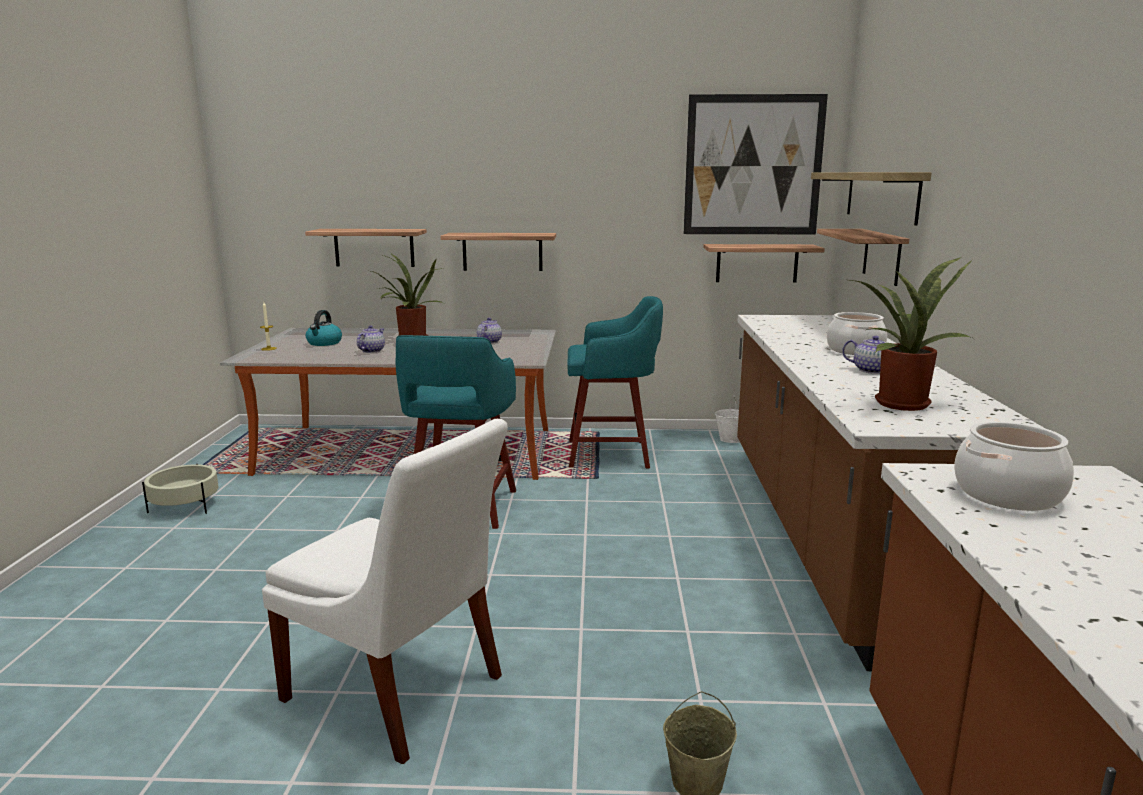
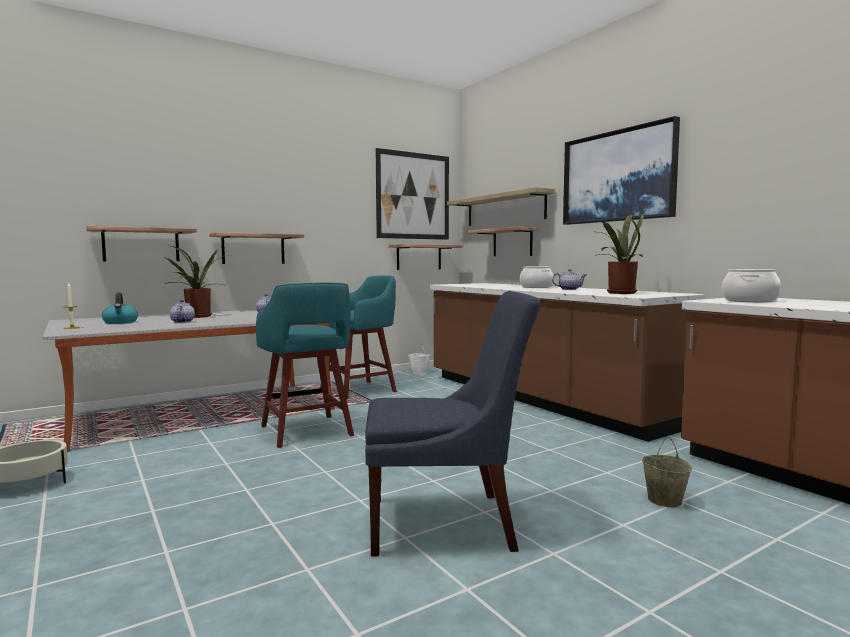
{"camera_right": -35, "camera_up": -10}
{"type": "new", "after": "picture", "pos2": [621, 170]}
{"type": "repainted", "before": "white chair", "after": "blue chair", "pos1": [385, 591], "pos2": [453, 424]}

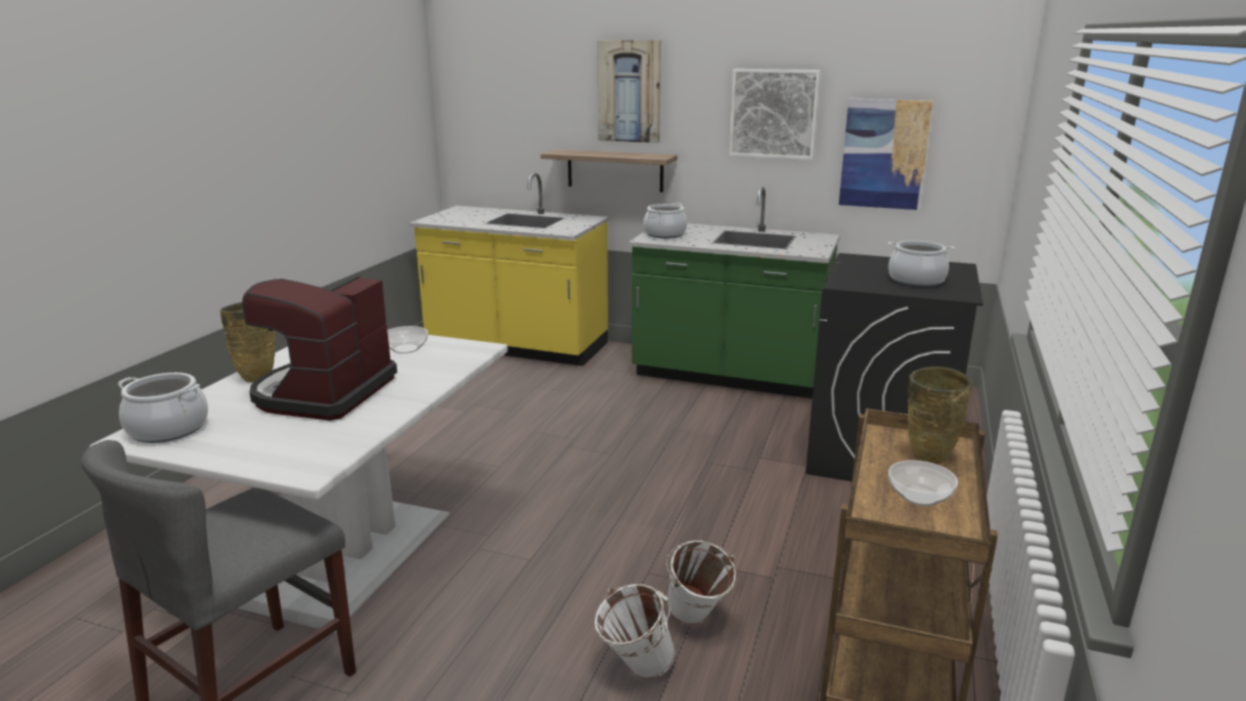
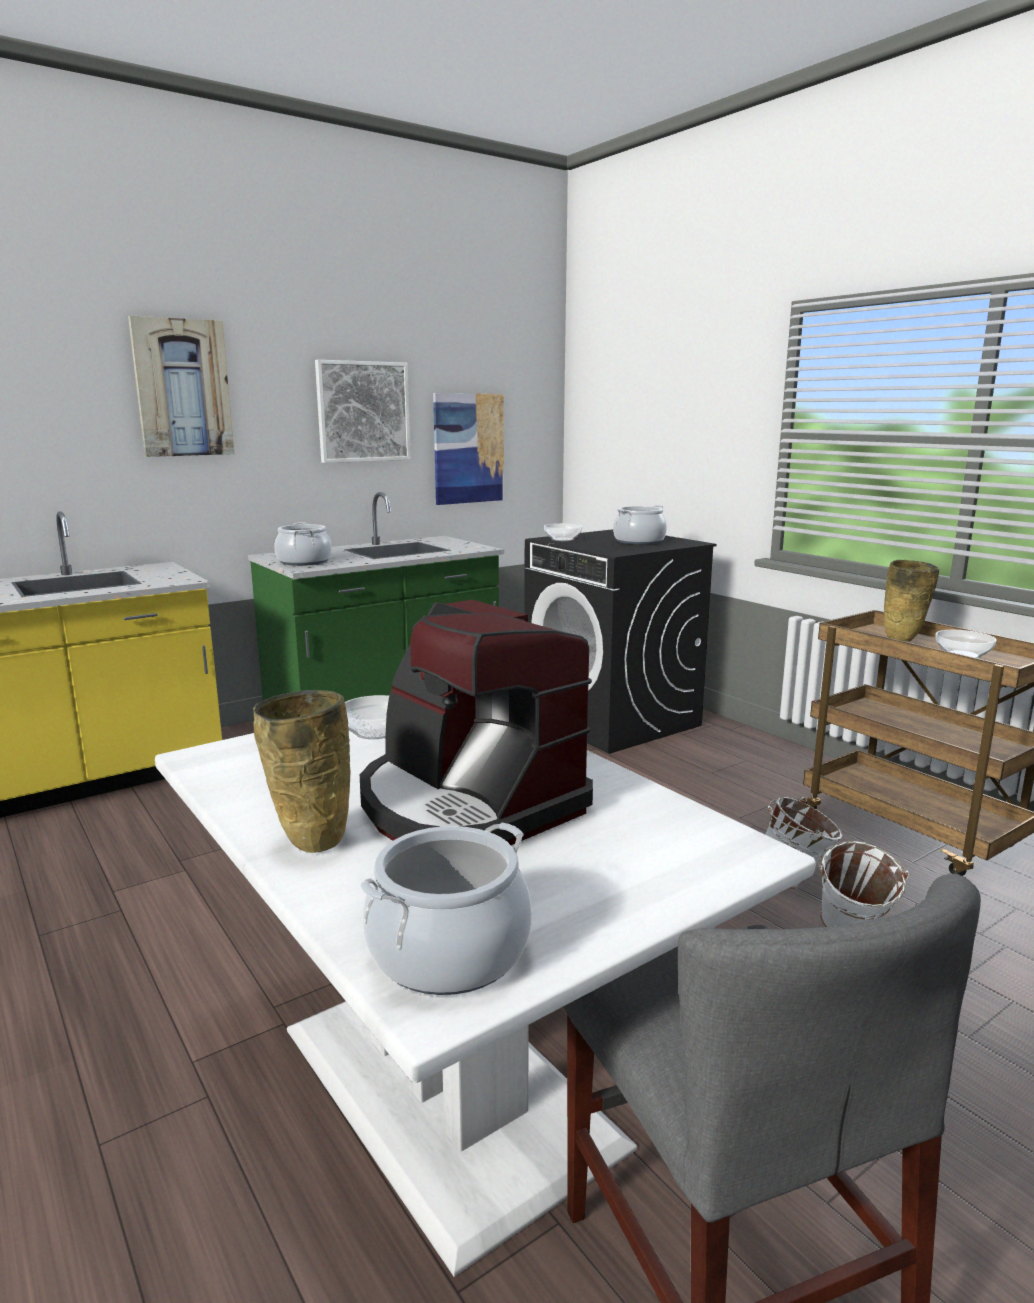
{"camera_right": -55, "camera_up": -5}
{"type": "gone", "before": "shelf", "pos1": [609, 170]}
{"type": "new", "after": "bowl", "pos2": [563, 532]}

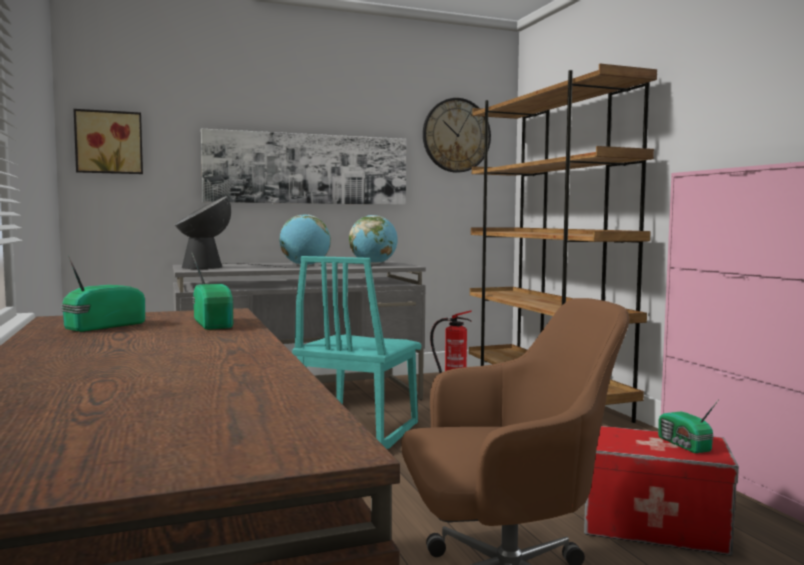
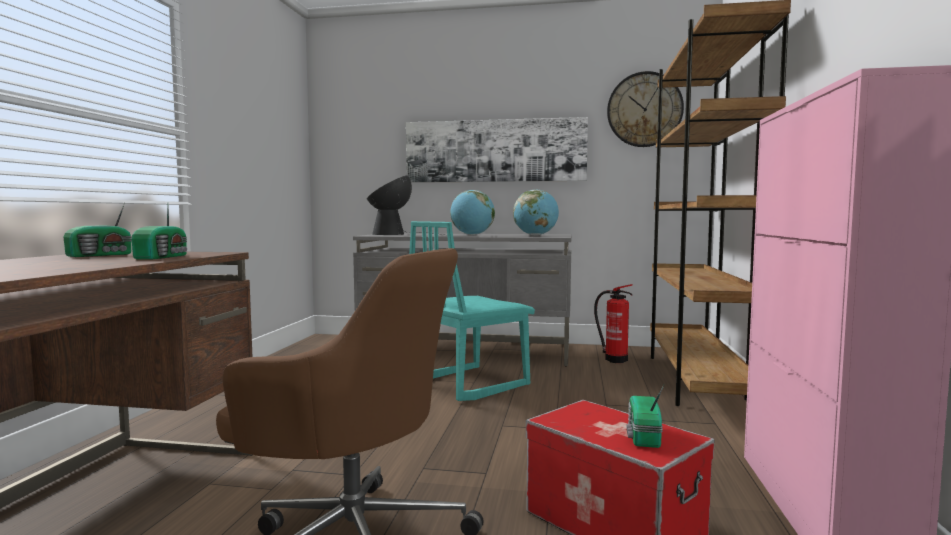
{"camera_right": 30, "camera_up": 0}
{"type": "gone", "before": "picture", "pos1": [108, 141]}
{"type": "rotated", "before": "radio", "pos1": [103, 294], "pos2": [98, 230], "turn": 150}

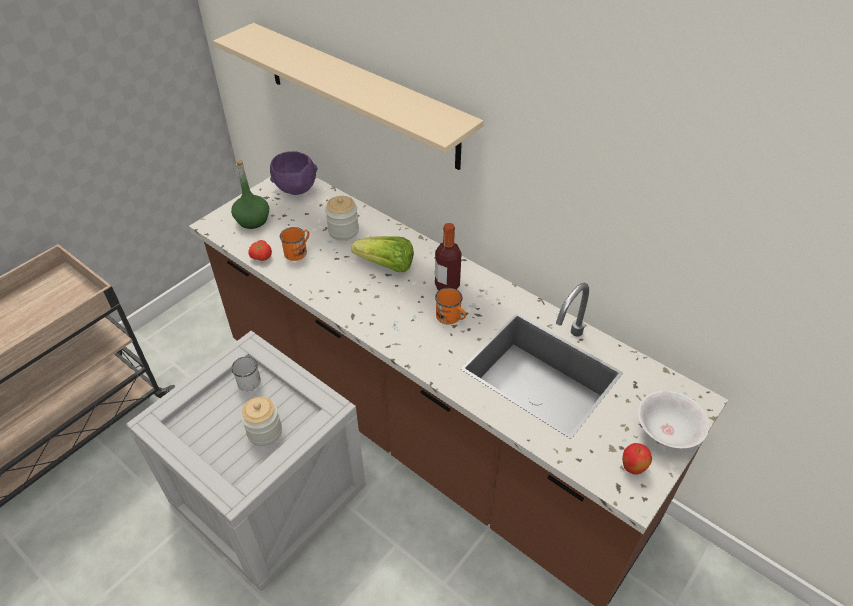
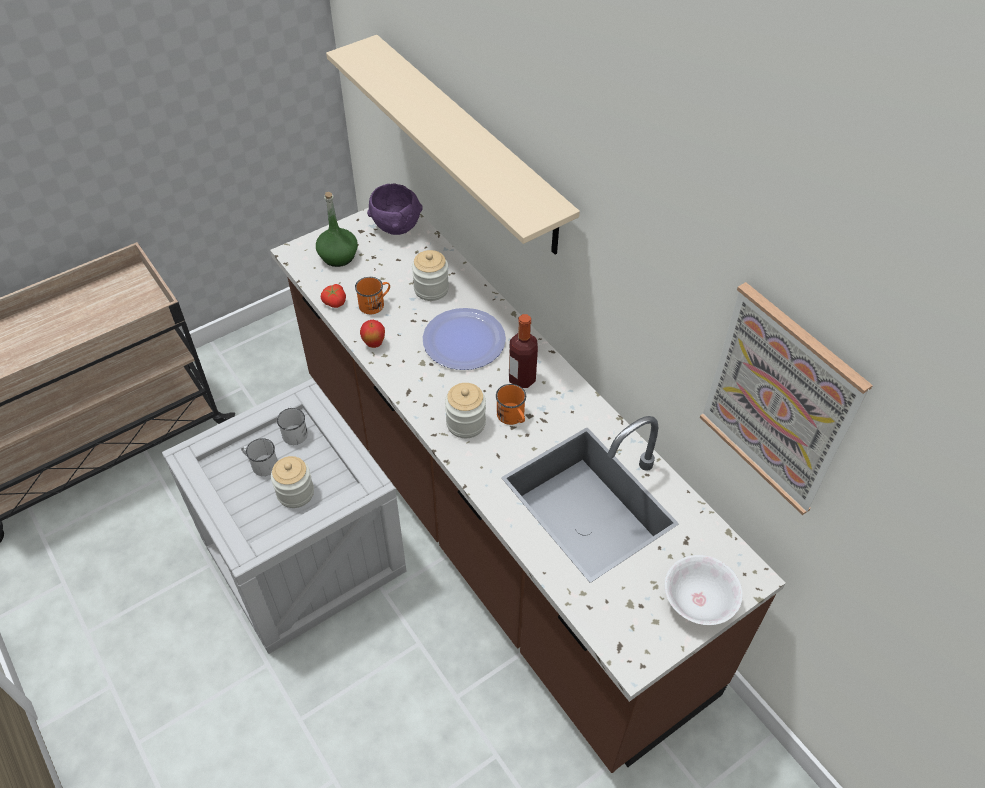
{"camera_right": 15, "camera_up": 5}
{"type": "new", "after": "white mug", "pos2": [259, 457]}
{"type": "new", "after": "jar", "pos2": [465, 410]}
{"type": "new", "after": "picture", "pos2": [786, 398]}
{"type": "shifted", "before": "apple", "pos1": [637, 458], "pos2": [372, 334]}
{"type": "swapped", "before": "lettuce", "after": "plate", "pos1": [382, 254], "pos2": [464, 339]}

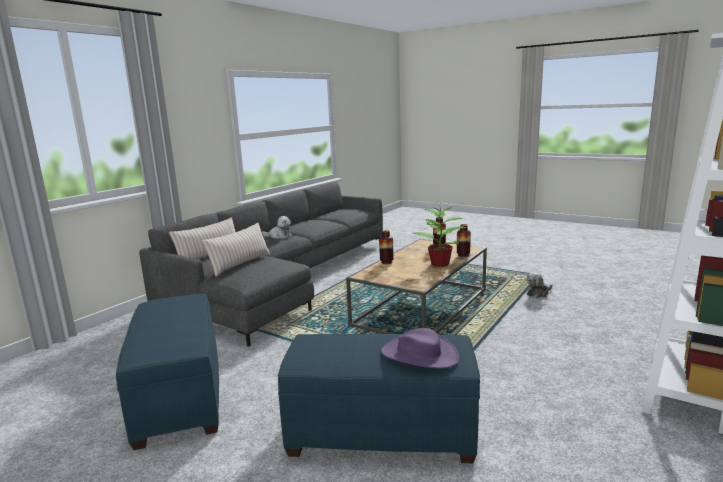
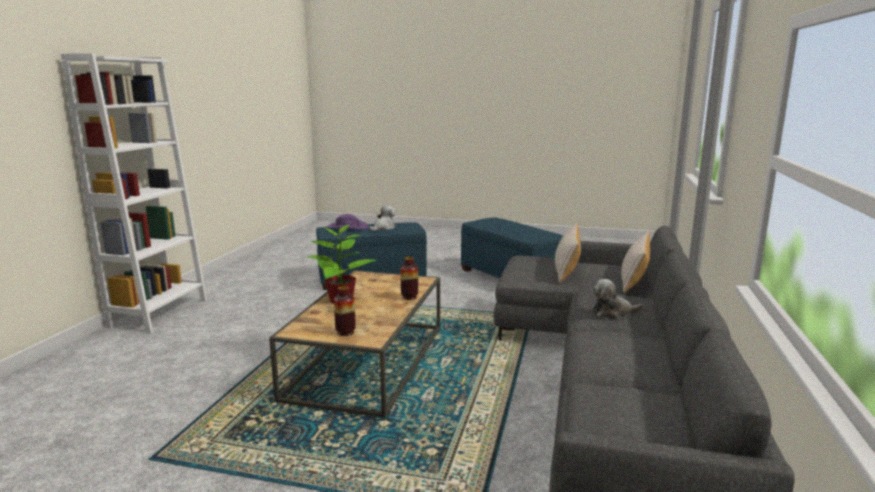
{"camera_right": 160, "camera_up": 0}
{"type": "gone", "before": "vase", "pos1": [464, 240]}
{"type": "shifted", "before": "plush toy", "pos1": [539, 285], "pos2": [382, 218]}

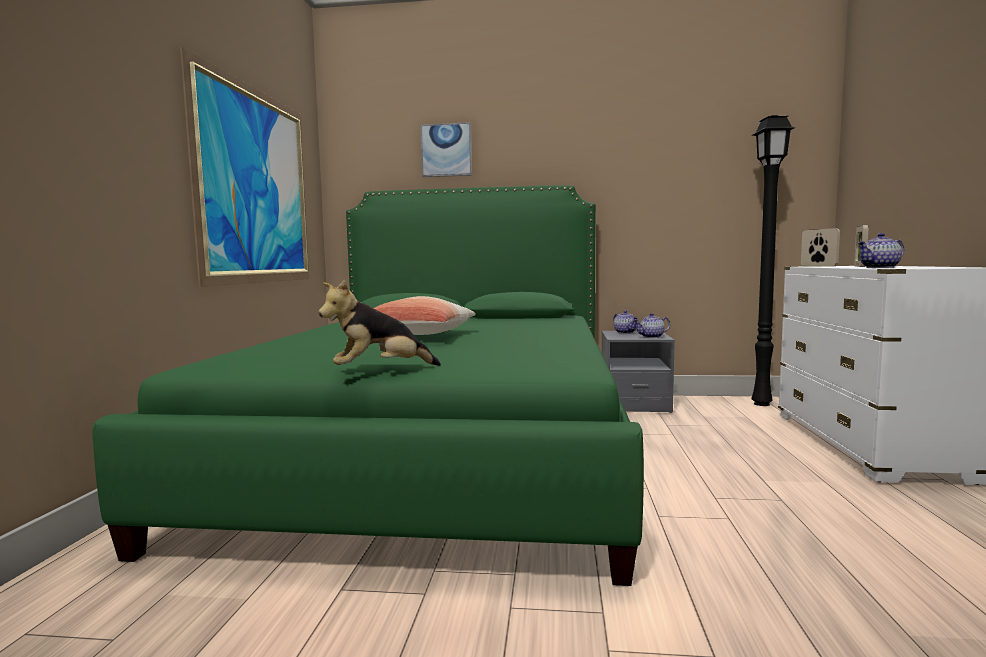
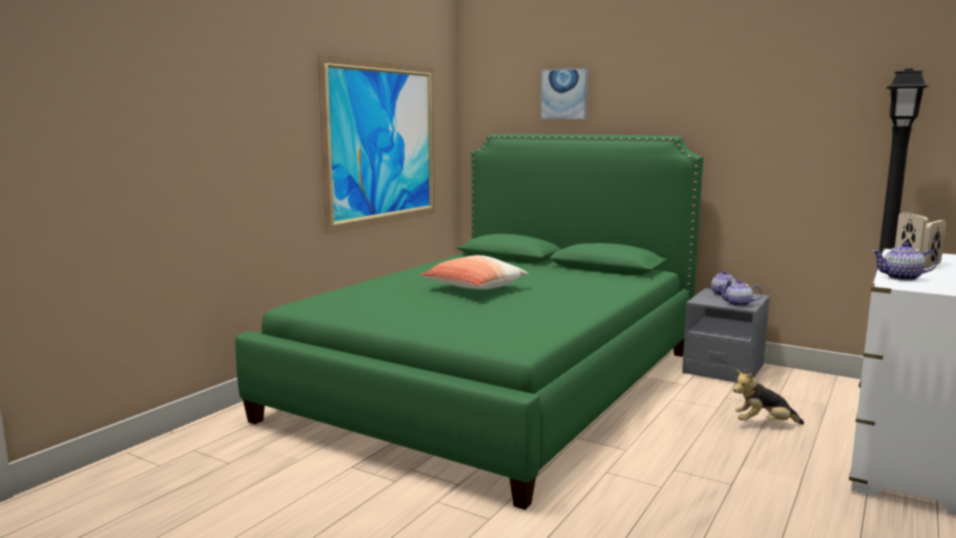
{"camera_right": 25, "camera_up": 5}
{"type": "shifted", "before": "plush toy", "pos1": [379, 323], "pos2": [768, 397]}

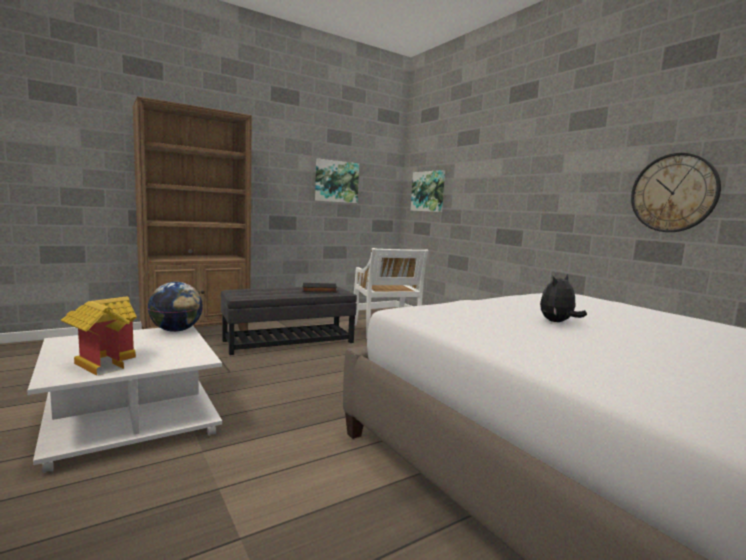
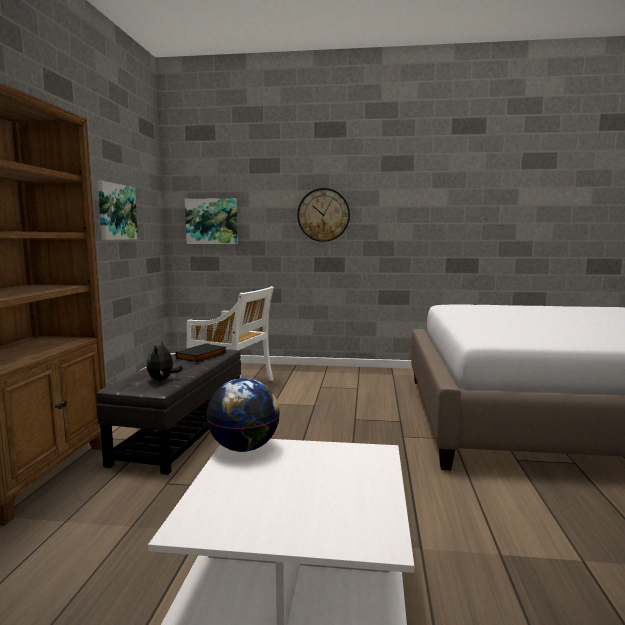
{"camera_right": -50, "camera_up": 0}
{"type": "gone", "before": "toy house", "pos1": [99, 336]}
{"type": "shifted", "before": "plush toy", "pos1": [563, 298], "pos2": [165, 361]}
{"type": "shifted", "before": "wall clock", "pos1": [676, 192], "pos2": [323, 215]}

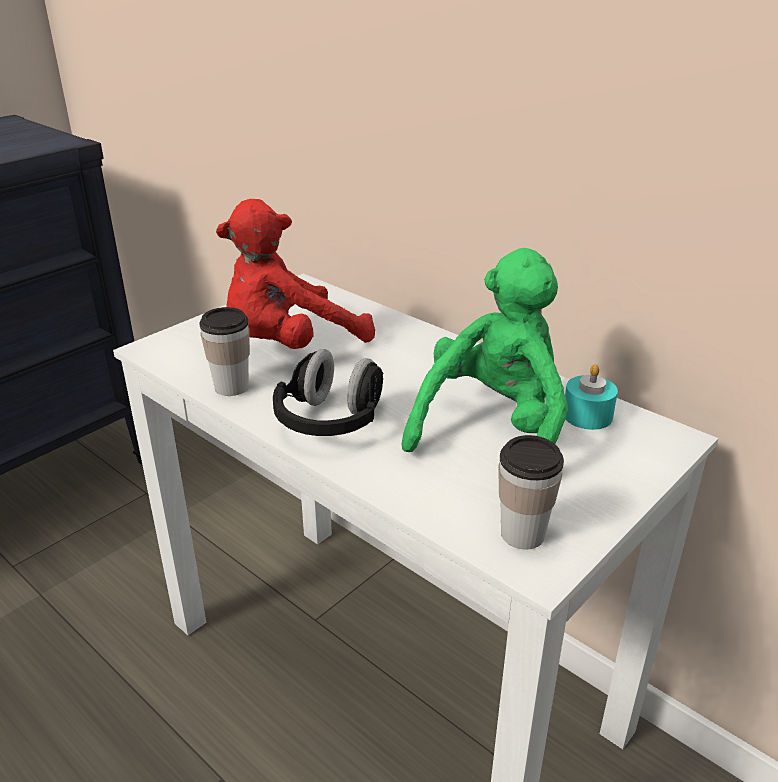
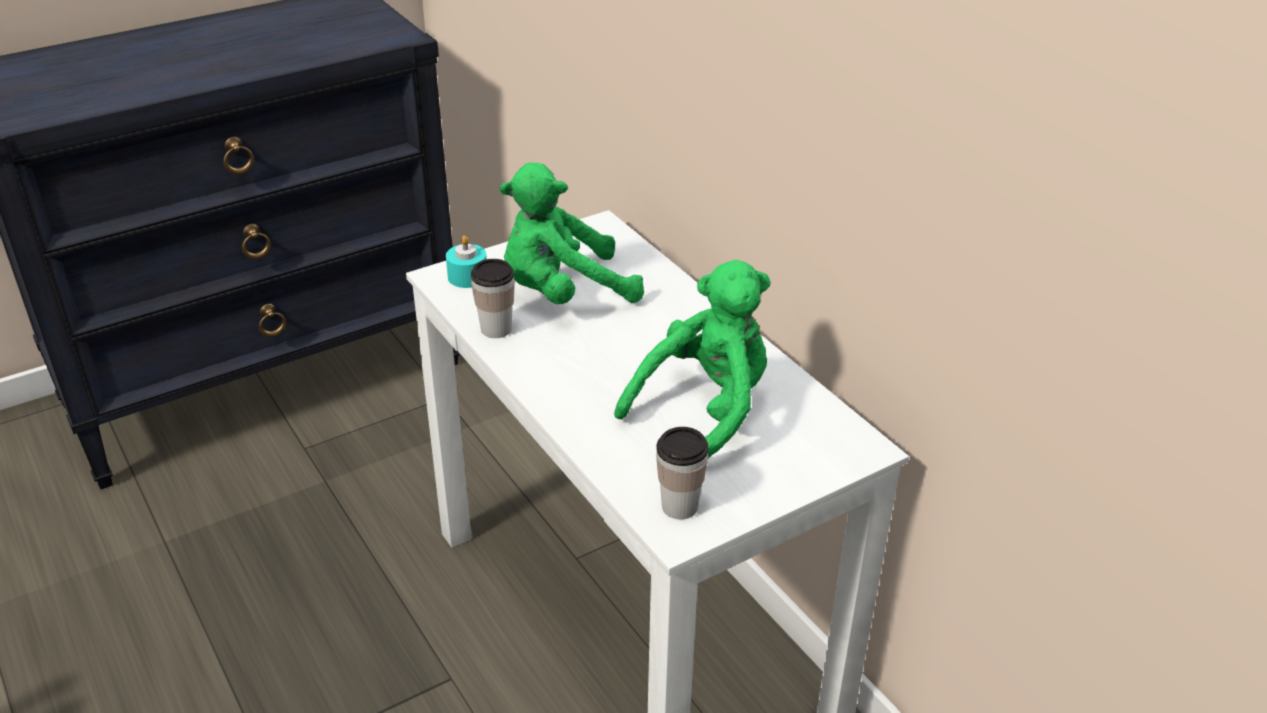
{"camera_right": 15, "camera_up": 5}
{"type": "gone", "before": "black headphones", "pos1": [328, 392]}
{"type": "shifted", "before": "turquoise candle", "pos1": [591, 397], "pos2": [466, 261]}
{"type": "repainted", "before": "red plush toy", "after": "green plush toy", "pos1": [295, 274], "pos2": [572, 233]}

